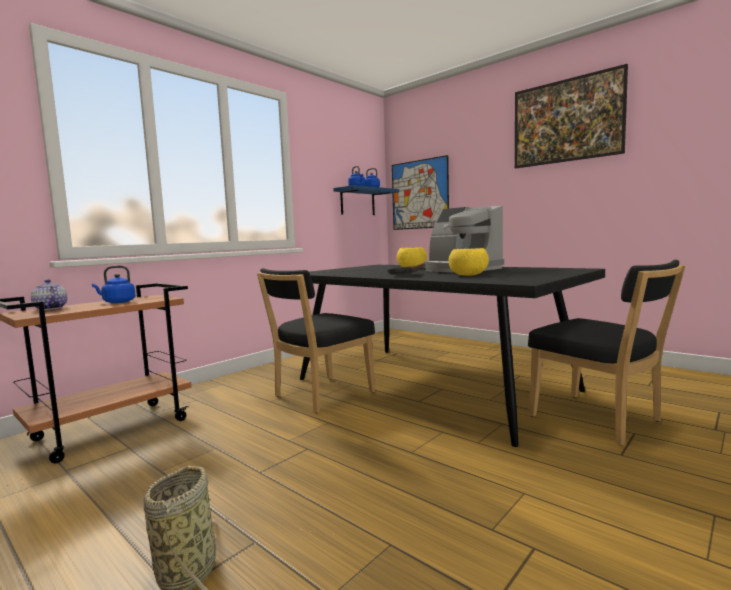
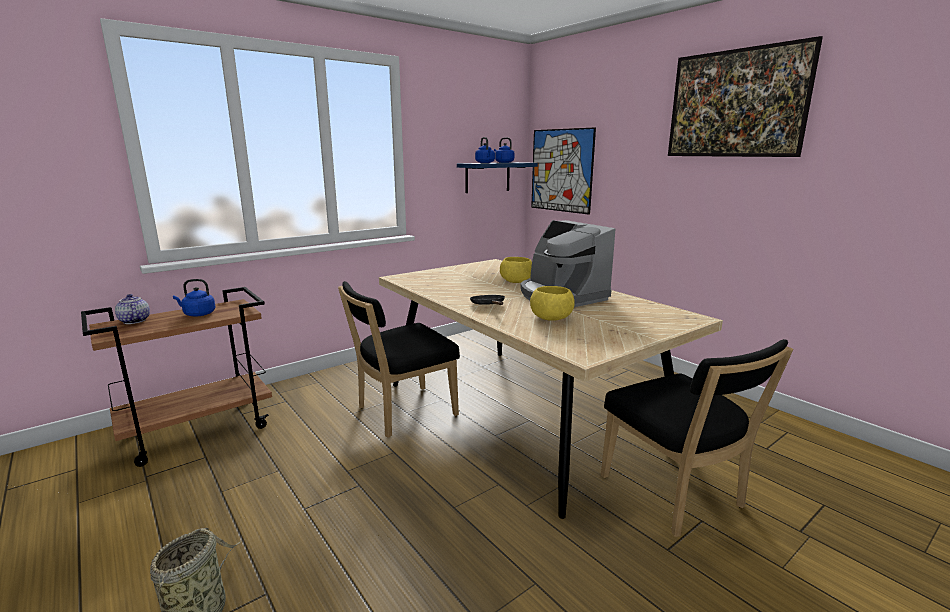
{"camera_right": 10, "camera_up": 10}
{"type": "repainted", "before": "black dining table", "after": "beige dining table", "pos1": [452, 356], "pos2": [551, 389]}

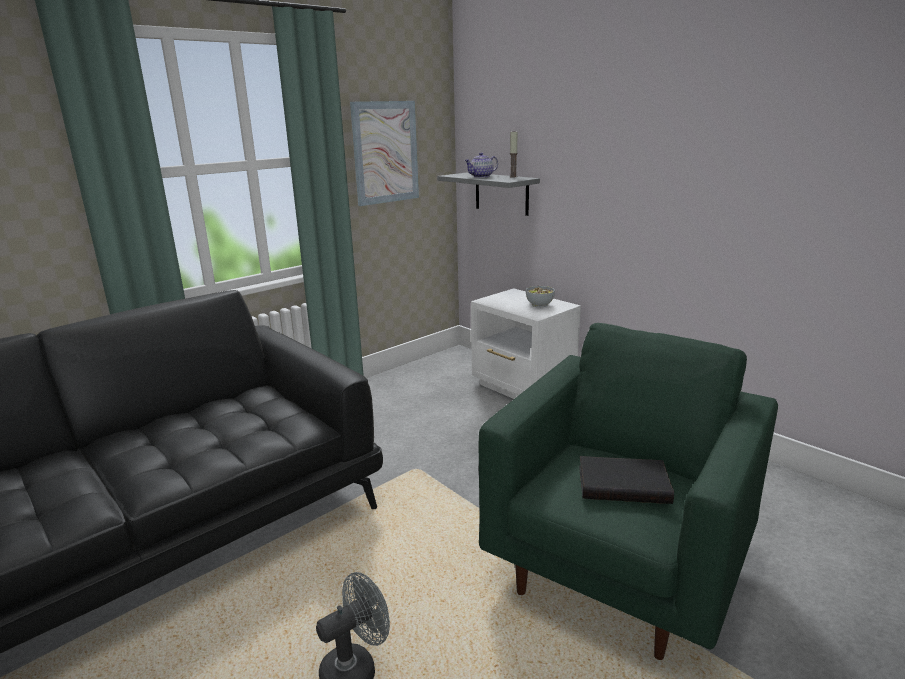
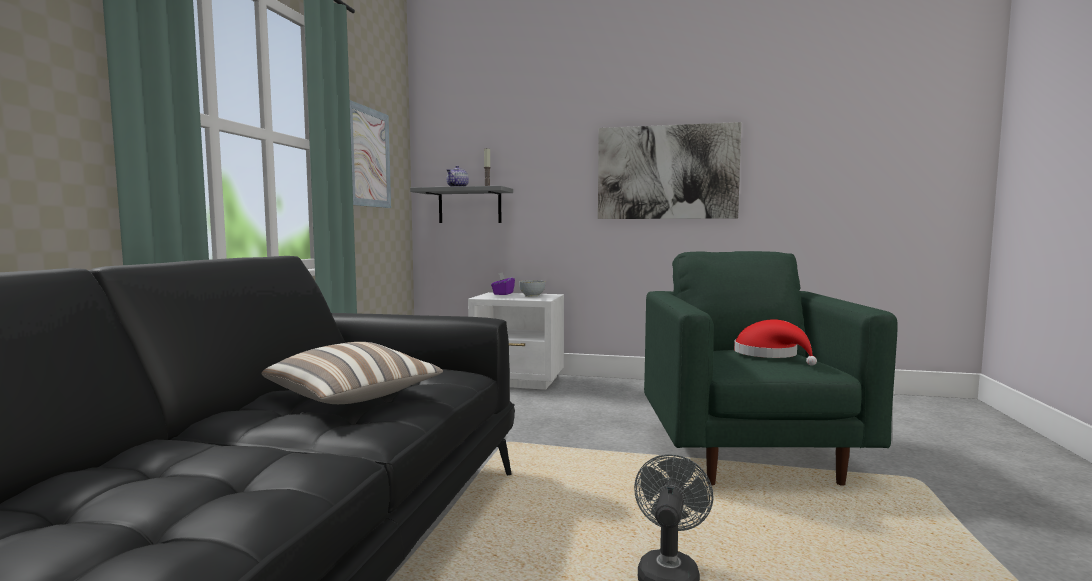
{"camera_right": -35, "camera_up": -15}
{"type": "new", "after": "pillow", "pos2": [352, 373]}
{"type": "new", "after": "purple tissue box", "pos2": [503, 283]}
{"type": "new", "after": "picture", "pos2": [670, 170]}
{"type": "swapped", "before": "black book", "after": "red hat", "pos1": [626, 480], "pos2": [775, 342]}

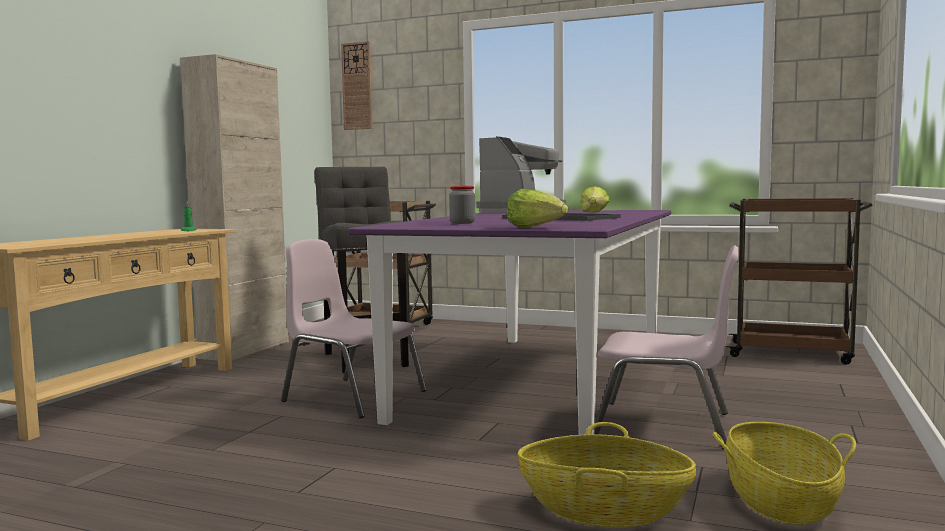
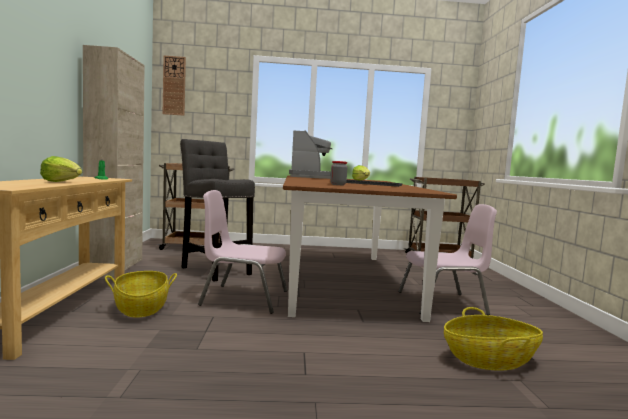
{"camera_right": -25, "camera_up": 0}
{"type": "shifted", "before": "lettuce", "pos1": [537, 208], "pos2": [61, 169]}
{"type": "shifted", "before": "basket", "pos1": [784, 473], "pos2": [141, 294]}
{"type": "repainted", "before": "purple dining table", "after": "brown dining table", "pos1": [509, 322], "pos2": [370, 249]}

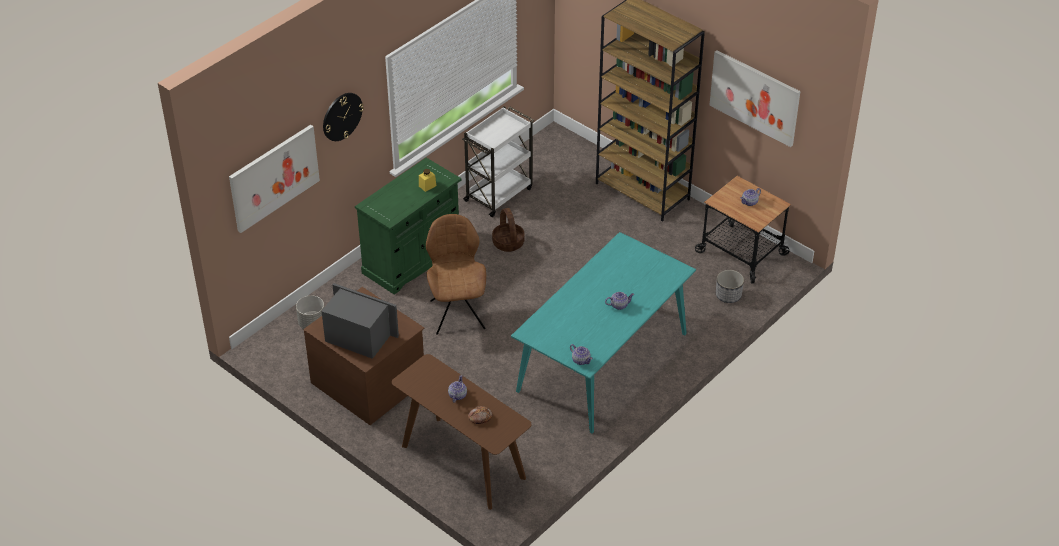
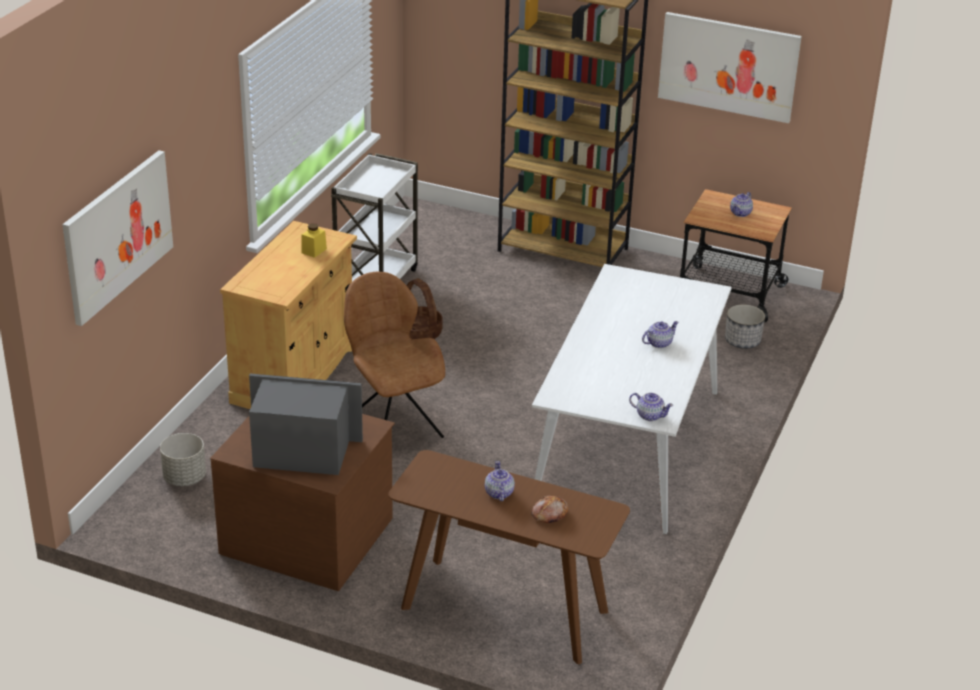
{"camera_right": -20, "camera_up": -10}
{"type": "gone", "before": "wall clock", "pos1": [343, 117]}
{"type": "repainted", "before": "green cabinet", "after": "beige cabinet", "pos1": [408, 226], "pos2": [288, 315]}
{"type": "repainted", "before": "turquoise dining table", "after": "white dining table", "pos1": [603, 332], "pos2": [632, 399]}

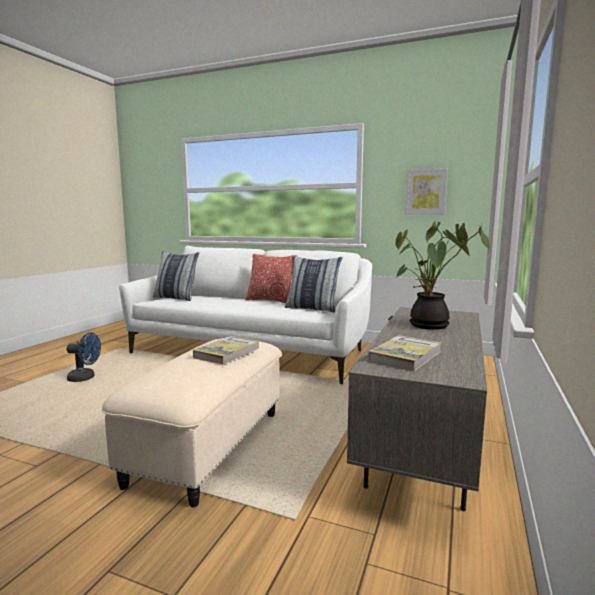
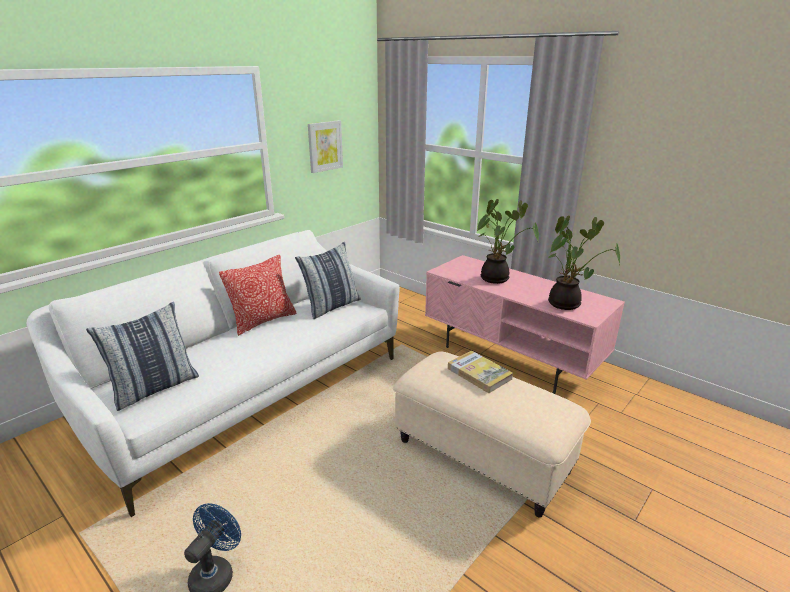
{"camera_right": -70, "camera_up": 15}
{"type": "swapped", "before": "book", "after": "potted plant", "pos1": [405, 353], "pos2": [584, 262]}
{"type": "repainted", "before": "grey tv stand", "after": "pink tv stand", "pos1": [417, 409], "pos2": [525, 324]}

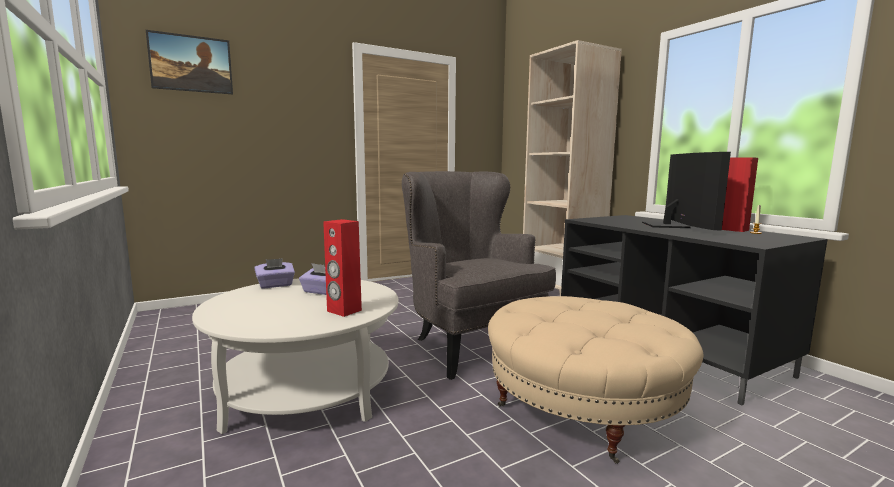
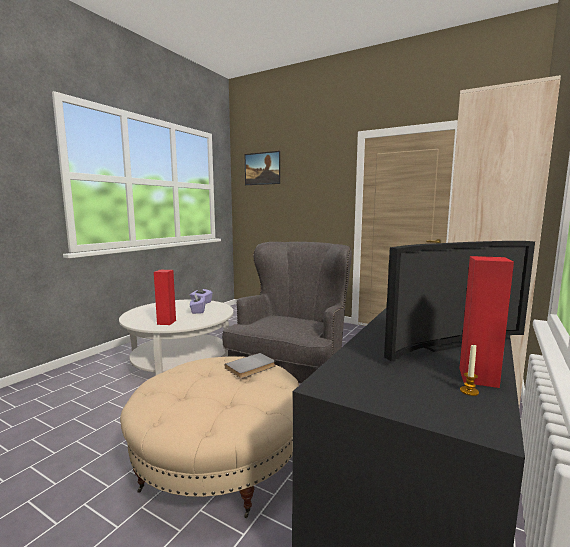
{"camera_right": 60, "camera_up": 0}
{"type": "new", "after": "grey book", "pos2": [250, 365]}

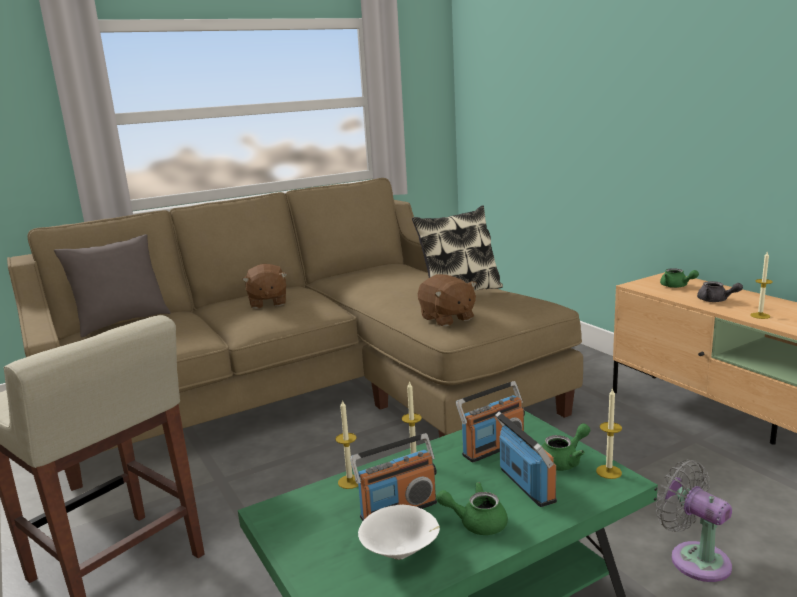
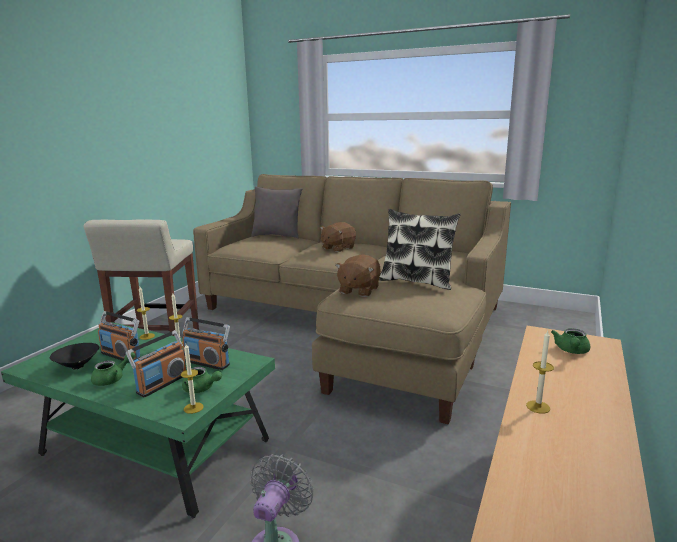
{"camera_right": 55, "camera_up": 0}
{"type": "gone", "before": "grey teapot", "pos1": [720, 291]}
{"type": "repainted", "before": "white bowl", "after": "black bowl", "pos1": [399, 532], "pos2": [74, 356]}
{"type": "rotated", "before": "green teapot", "pos1": [472, 508], "pos2": [113, 369], "turn": 75}

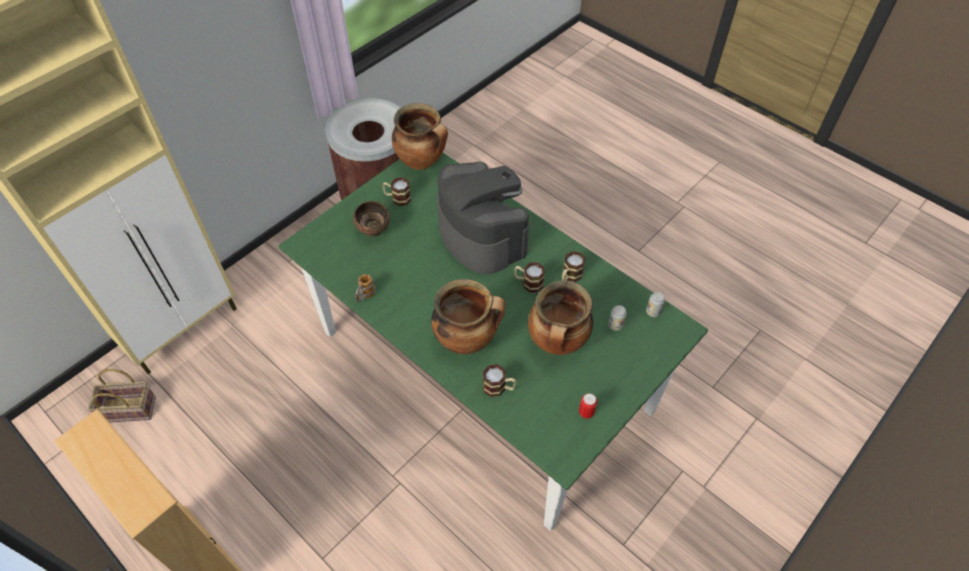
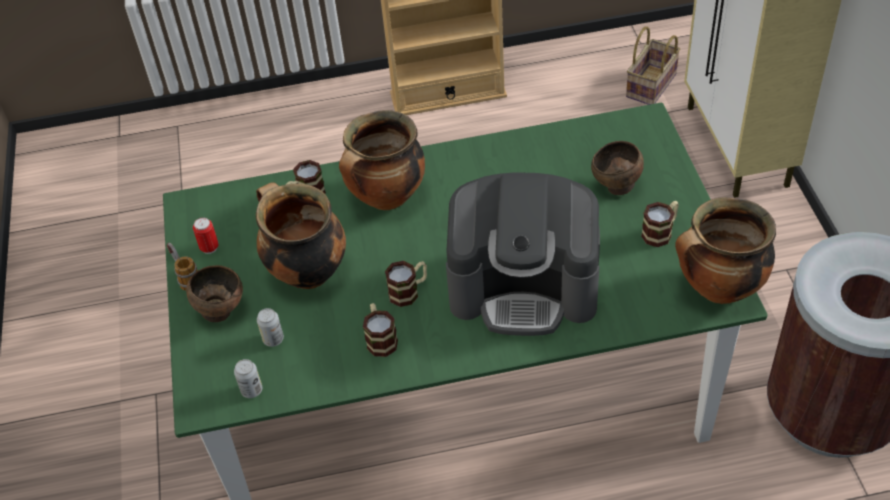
{"camera_right": 130, "camera_up": -5}
{"type": "new", "after": "brown bowl", "pos2": [214, 293]}
{"type": "shifted", "before": "mug", "pos1": [365, 288], "pos2": [182, 267]}

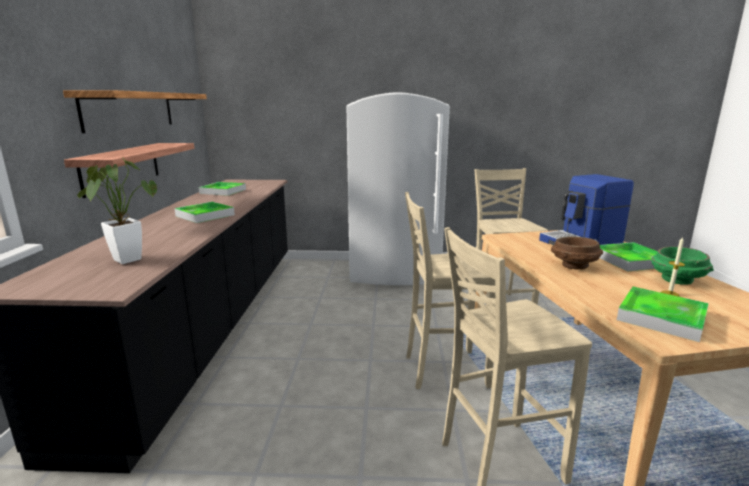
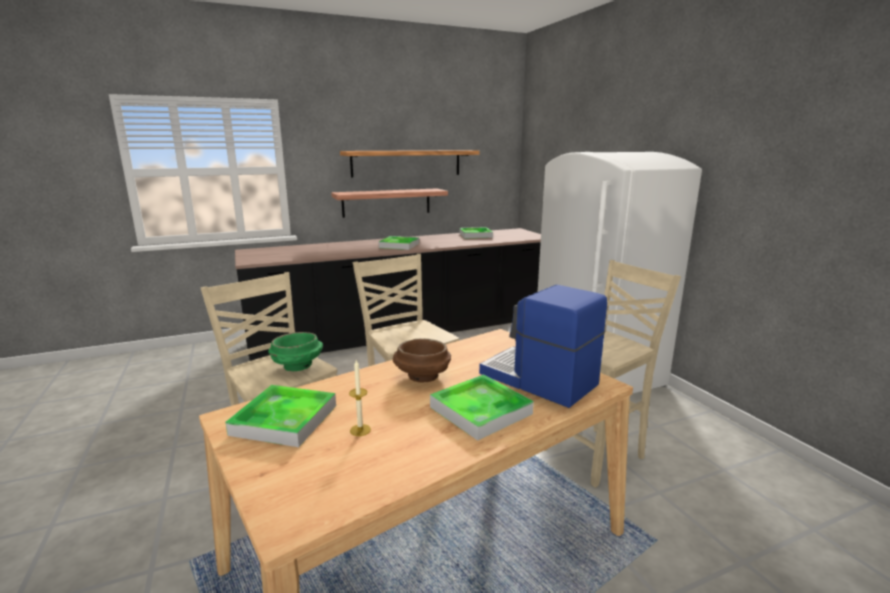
{"camera_right": 65, "camera_up": 0}
{"type": "gone", "before": "potted plant", "pos1": [117, 210]}
{"type": "shifted", "before": "green bowl", "pos1": [682, 266], "pos2": [295, 351]}

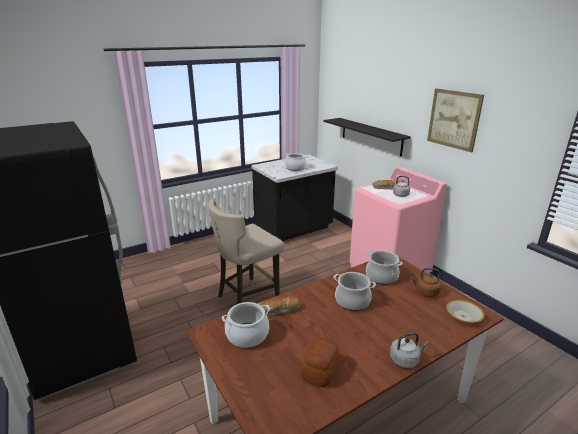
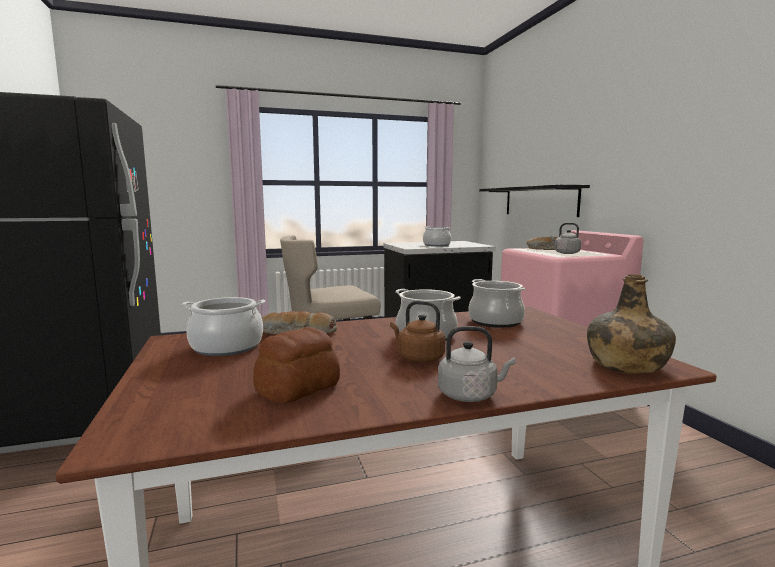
{"camera_right": 15, "camera_up": -15}
{"type": "gone", "before": "picture", "pos1": [455, 120]}
{"type": "shifted", "before": "brown kettle", "pos1": [426, 282], "pos2": [418, 331]}
{"type": "swapped", "before": "bowl", "after": "green bottle", "pos1": [465, 311], "pos2": [631, 324]}

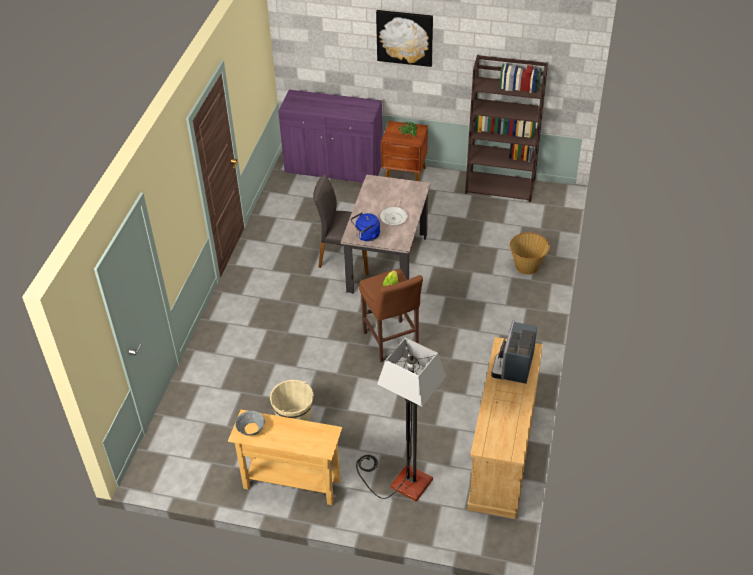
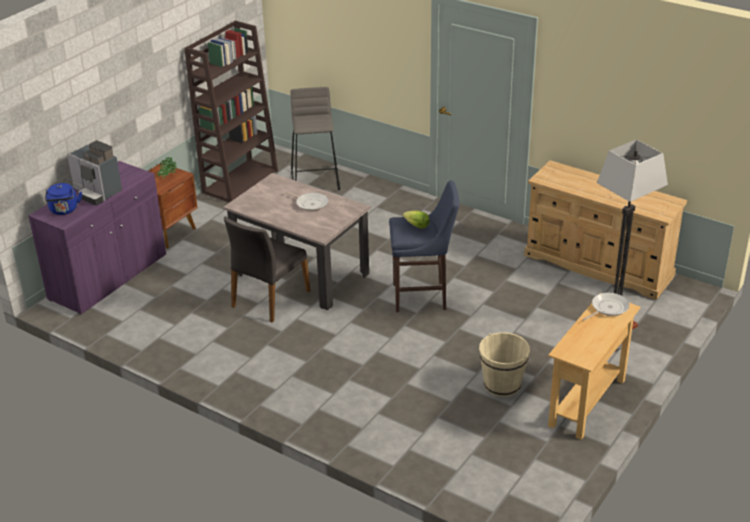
{"camera_right": -70, "camera_up": -10}
{"type": "gone", "before": "grey bowl", "pos1": [250, 423]}
{"type": "gone", "before": "picture", "pos1": [404, 38]}
{"type": "gone", "before": "basket", "pos1": [530, 253]}
{"type": "new", "after": "grey stool", "pos2": [315, 138]}
{"type": "new", "after": "frying pan", "pos2": [606, 307]}
{"type": "shifted", "before": "blue kettle", "pos1": [365, 226], "pos2": [63, 199]}
{"type": "shifted", "before": "coffee machine", "pos1": [514, 352], "pos2": [94, 172]}
{"type": "repainted", "before": "brown stool", "after": "blue stool", "pos1": [391, 315], "pos2": [424, 246]}

